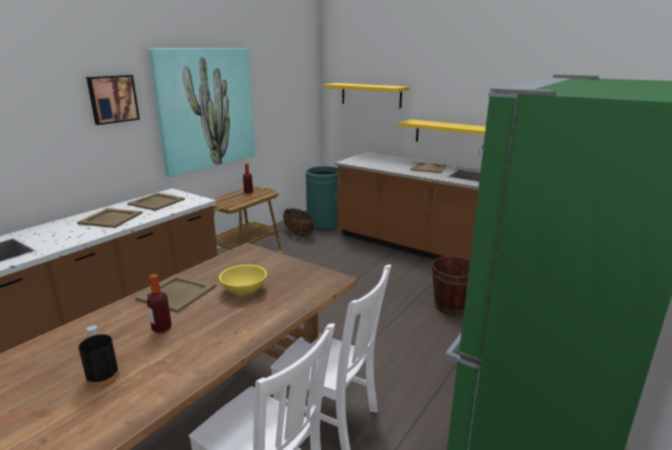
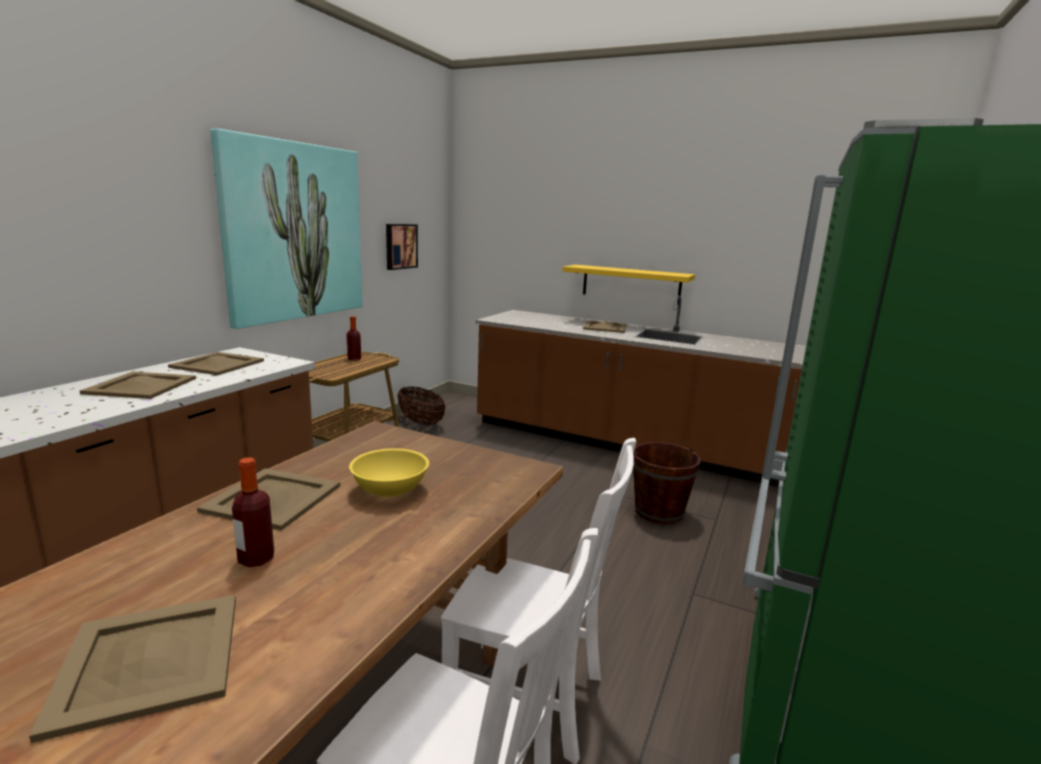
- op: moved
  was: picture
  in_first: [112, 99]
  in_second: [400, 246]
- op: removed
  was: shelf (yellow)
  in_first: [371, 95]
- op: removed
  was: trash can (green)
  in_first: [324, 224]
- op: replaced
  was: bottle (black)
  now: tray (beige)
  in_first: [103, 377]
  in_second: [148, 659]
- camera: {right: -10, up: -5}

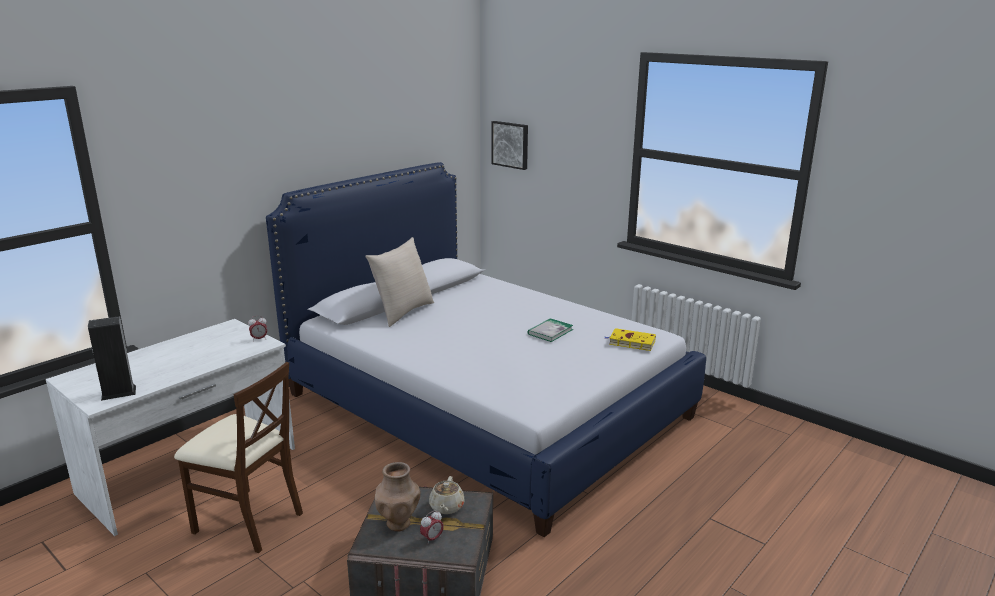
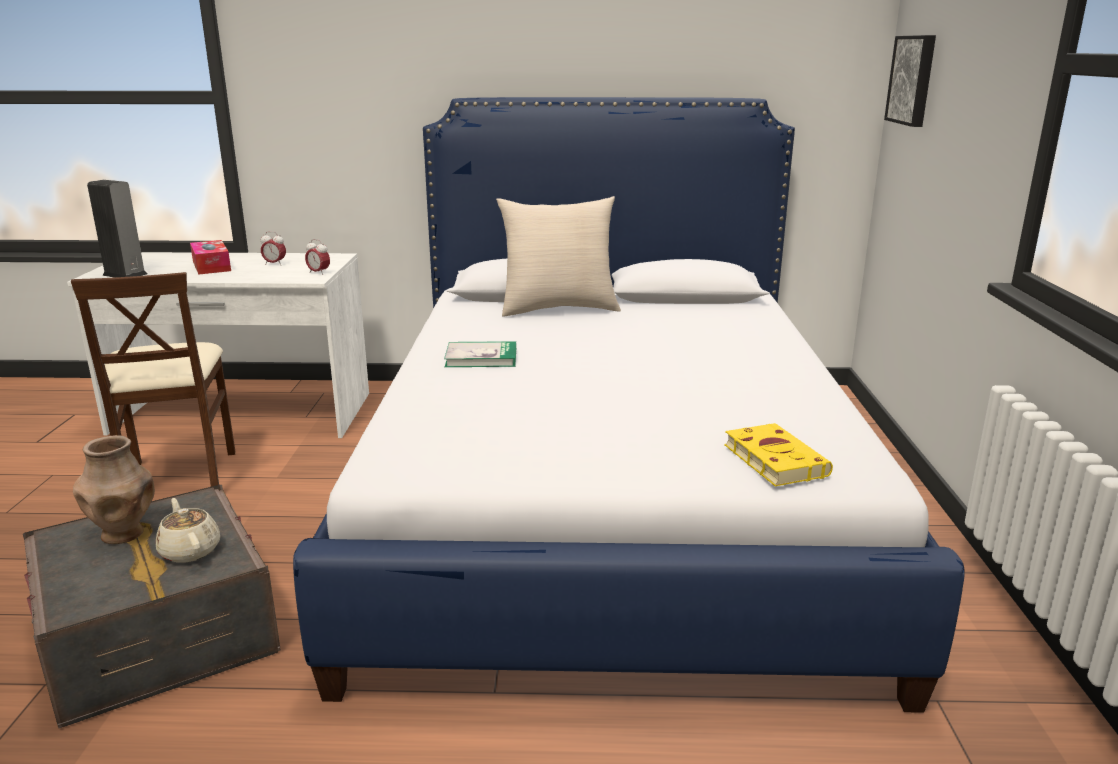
- op: moved
  was: book
  in_first: [550, 332]
  in_second: [481, 358]
- op: turned
  was: teapot (beige)
  in_first: [446, 507]
  in_second: [190, 550]
  clockwise: 90
- op: moved
  was: alarm clock
  in_first: [432, 539]
  in_second: [274, 264]
- op: added
  now: tissue box
  in_second: [211, 266]
- camera: {right: 50, up: 0}

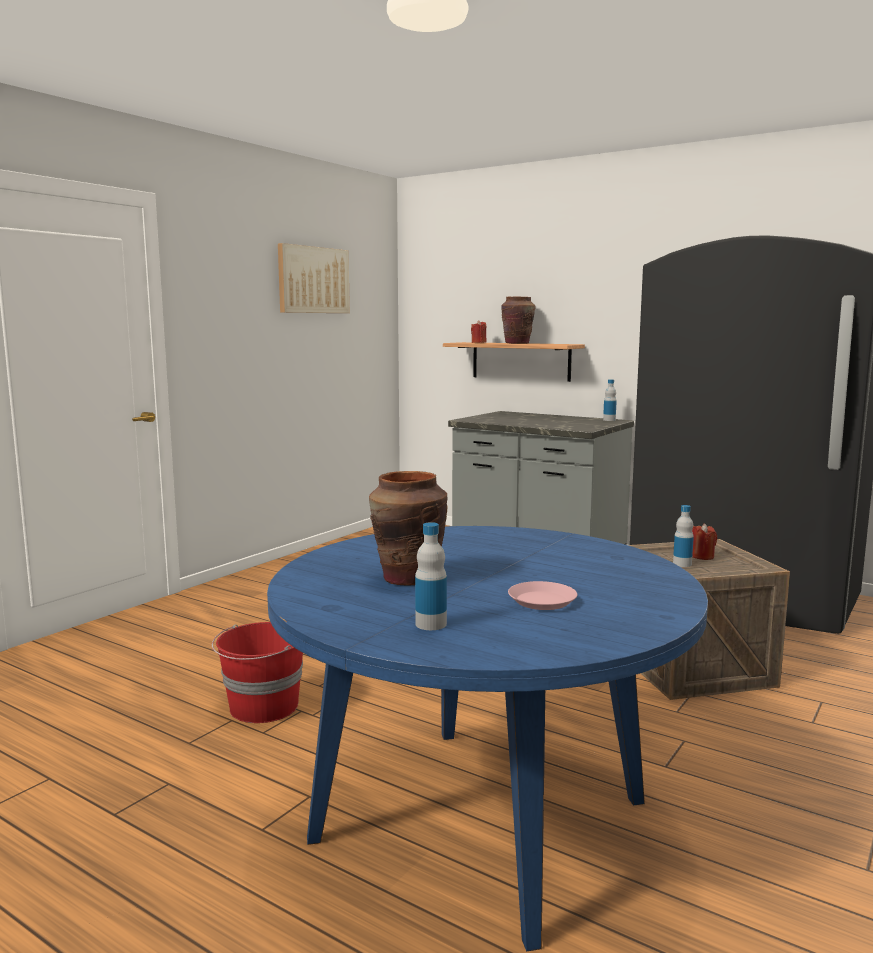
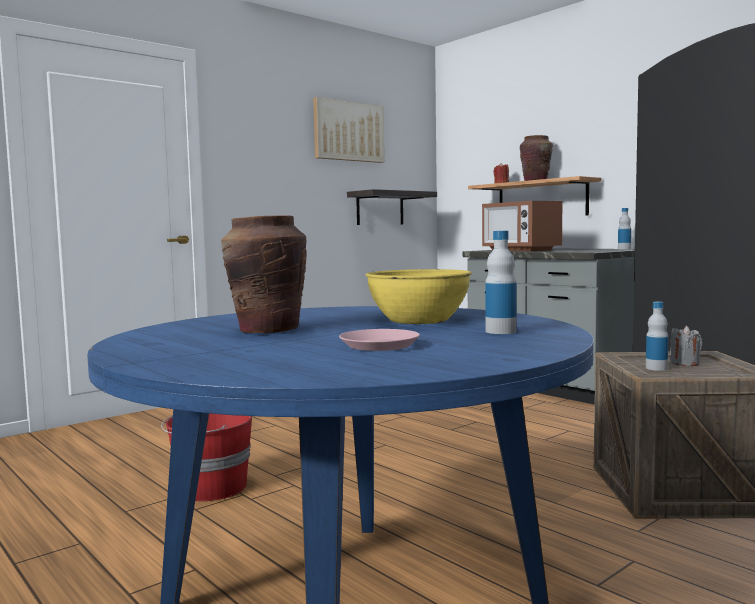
- op: moved
  was: bottle
  in_first: [431, 624]
  in_second: [500, 331]
- op: recoloured
  was: candle (red)
  now: candle (grey)
  in_first: [701, 556]
  in_second: [685, 363]
- op: added
  now: shelf
  in_second: [380, 208]
- op: added
  now: microwave
  in_second: [520, 250]
- op: added
  now: bowl (yellow)
  in_second: [419, 320]
- camera: {right: 15, up: -5}

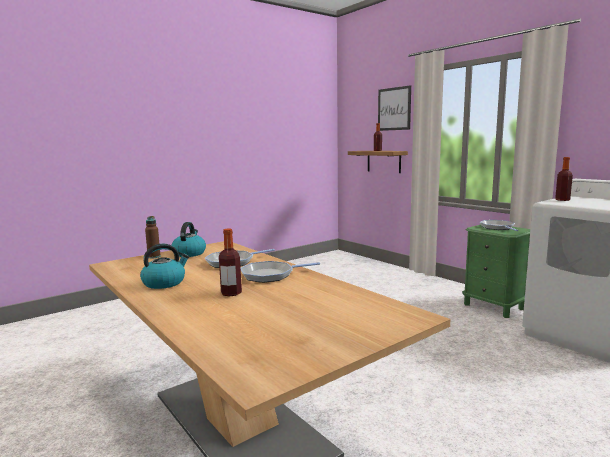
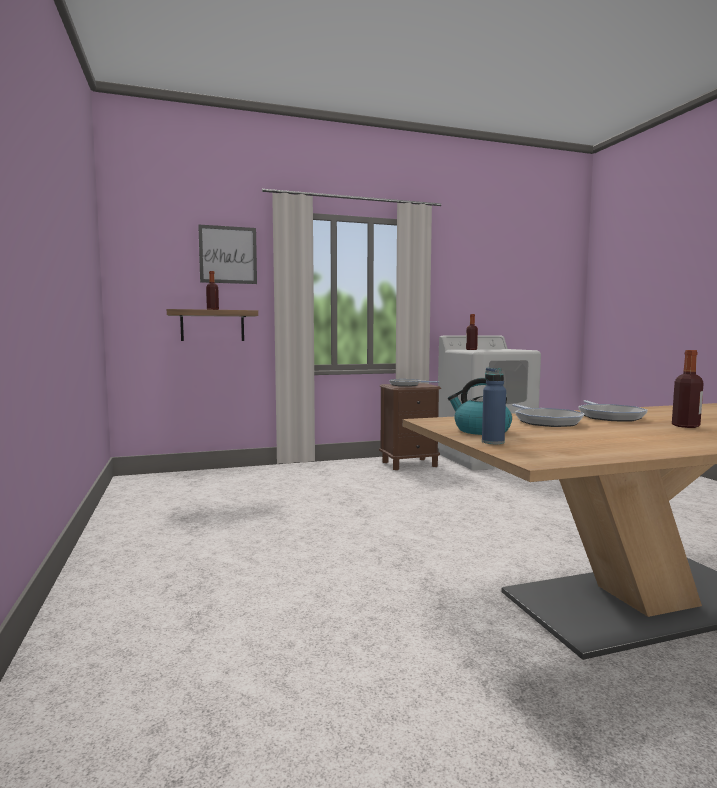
- op: recoloured
  was: bottle (brown)
  now: bottle (blue)
  in_first: [154, 257]
  in_second: [493, 442]
- op: recoloured
  was: nightstand (green)
  now: nightstand (brown)
  in_first: [494, 307]
  in_second: [409, 464]
- op: removed
  was: kettle
  in_first: [164, 283]
- camera: {right: -70, up: -5}

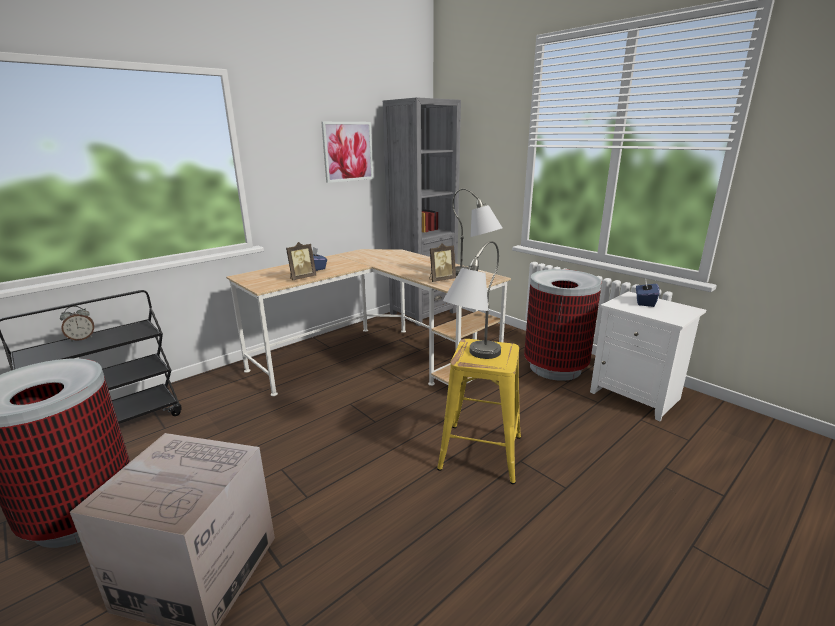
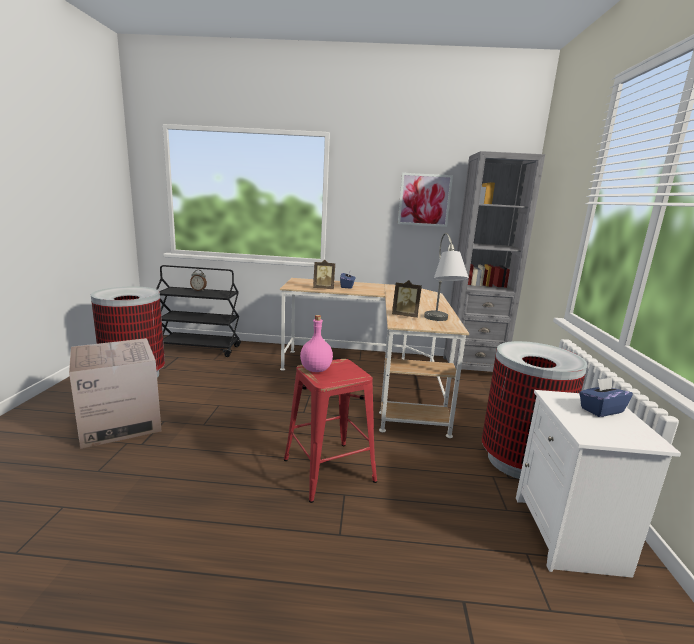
- op: replaced
  was: table lamp (grey)
  now: bottle (pink)
  in_first: [472, 359]
  in_second: [316, 369]
- op: recoloured
  was: stool (yellow)
  now: stool (red)
  in_first: [482, 452]
  in_second: [329, 470]
- camera: {right: 45, up: -5}

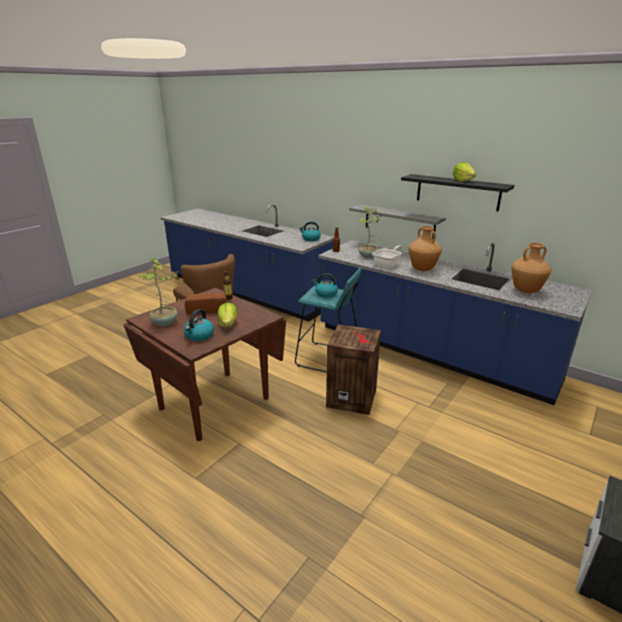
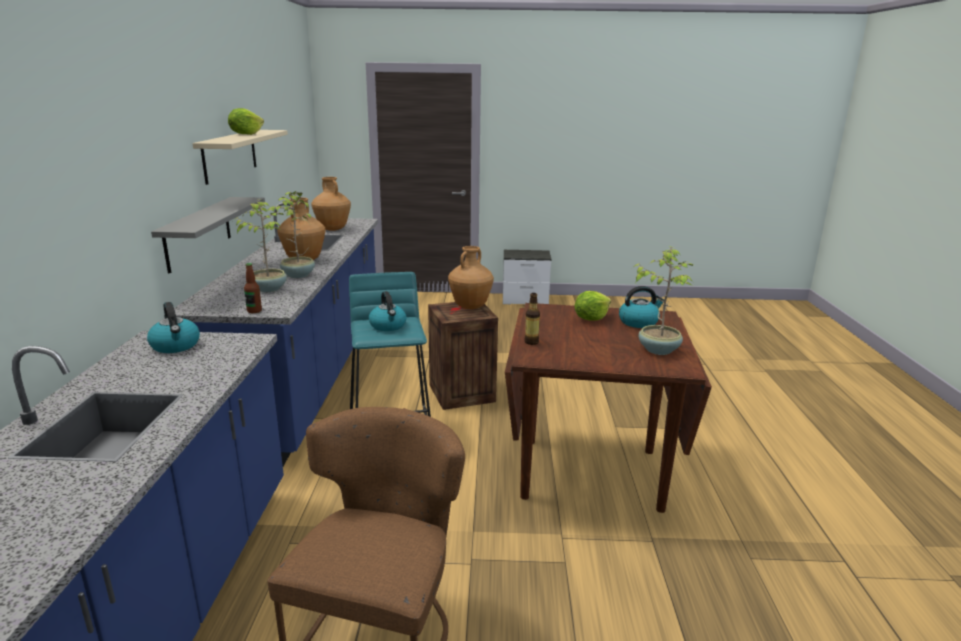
- op: recoloured
  was: shelf (black)
  now: shelf (beige)
  in_first: [457, 192]
  in_second: [230, 155]
- op: replaced
  was: frying pan
  now: potted plant
  in_first: [387, 264]
  in_second: [298, 275]
- op: removed
  was: bread
  in_first: [207, 310]
- op: added
  now: vase (brown)
  in_second: [470, 307]
- camera: {right: -125, up: -5}

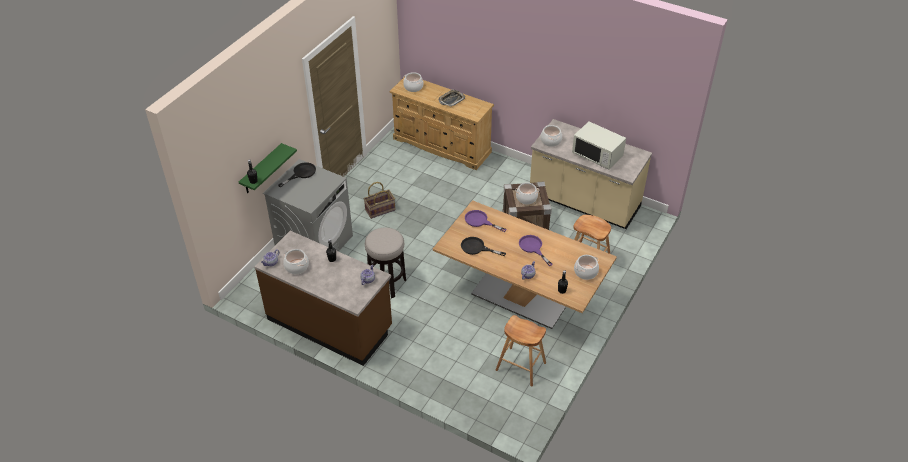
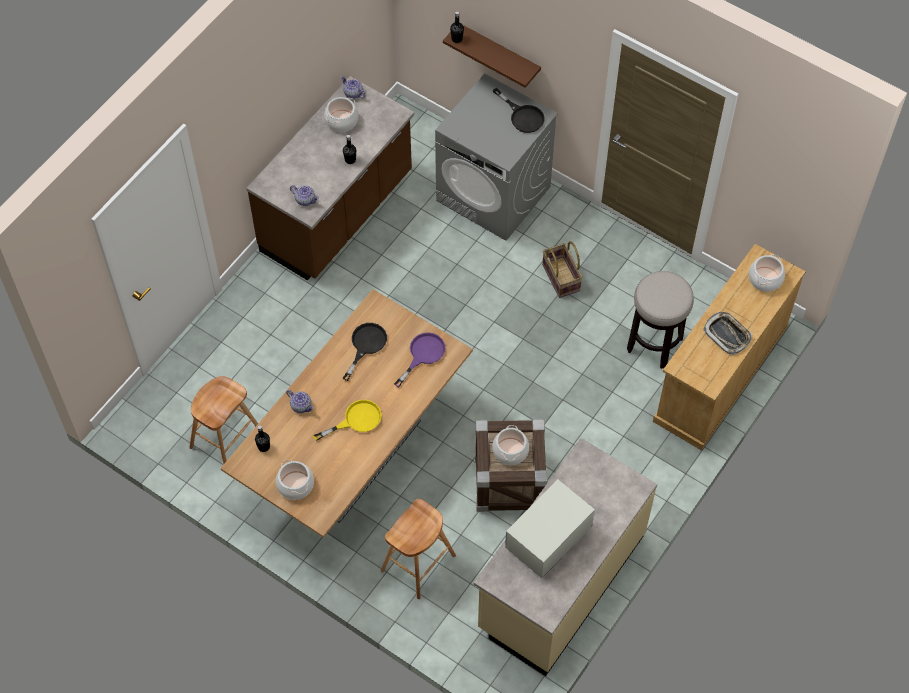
- op: removed
  was: cooking pot
  in_first: [550, 141]
- op: recoloured
  was: shelf (green)
  now: shelf (brown)
  in_first: [261, 170]
  in_second: [499, 54]
- op: moved
  was: stool
  in_first: [387, 284]
  in_second: [654, 344]
- op: recoloured
  was: frying pan (purple)
  now: frying pan (yellow)
  in_first: [533, 248]
  in_second: [356, 420]
- camera: {right: 95, up: 15}

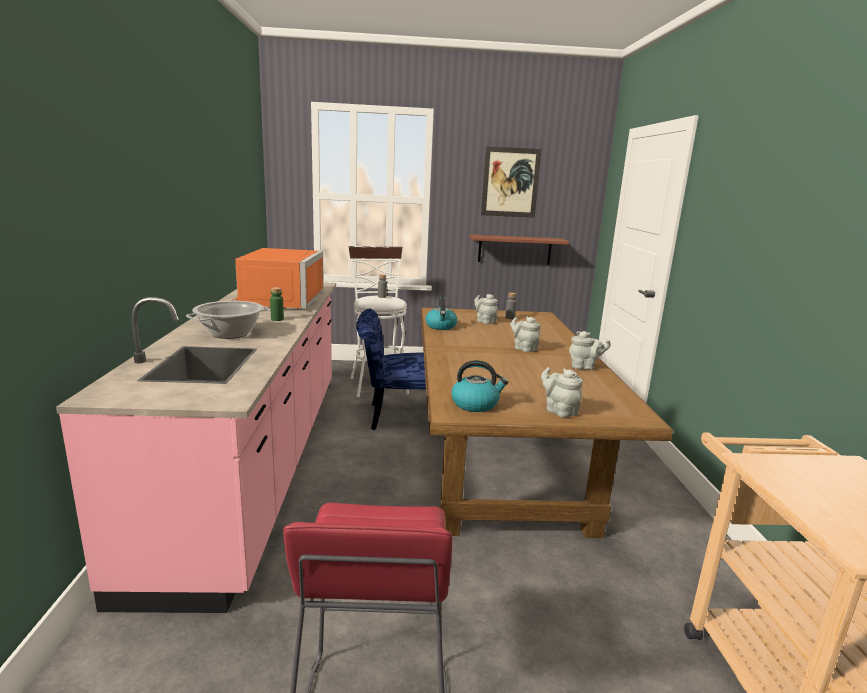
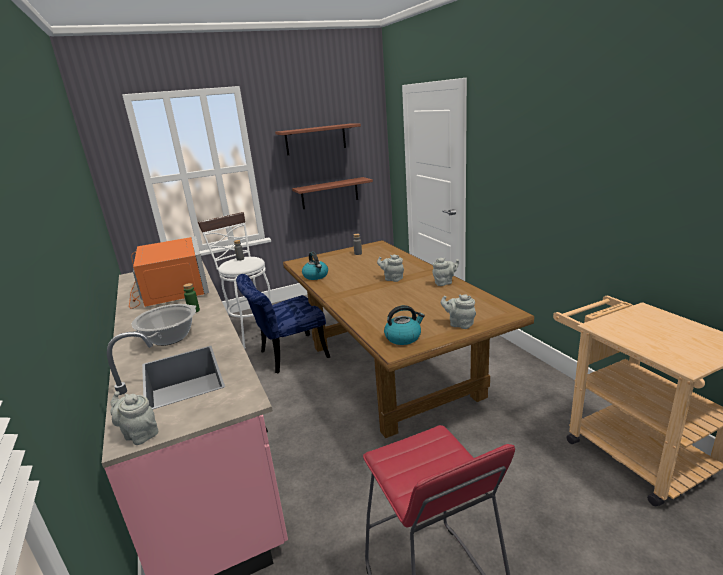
- op: replaced
  was: picture
  now: shelf
  in_first: [510, 182]
  in_second: [315, 139]
- op: moved
  was: teapot (grey)
  in_first: [485, 321]
  in_second: [139, 434]
- camera: {right: -20, up: 5}

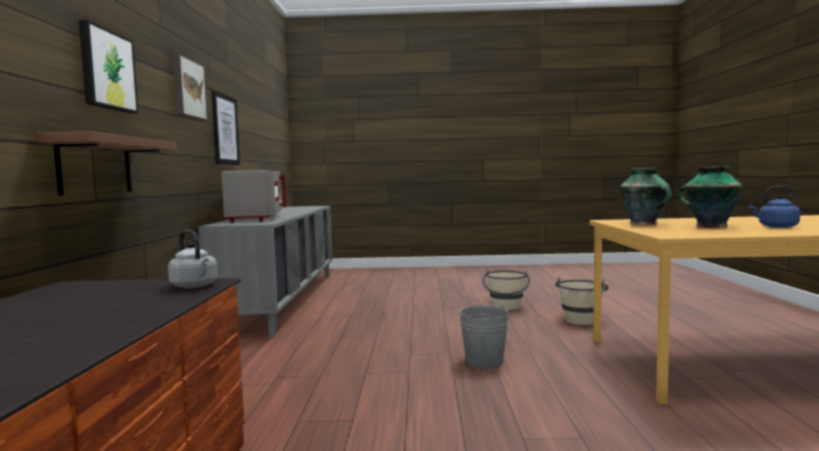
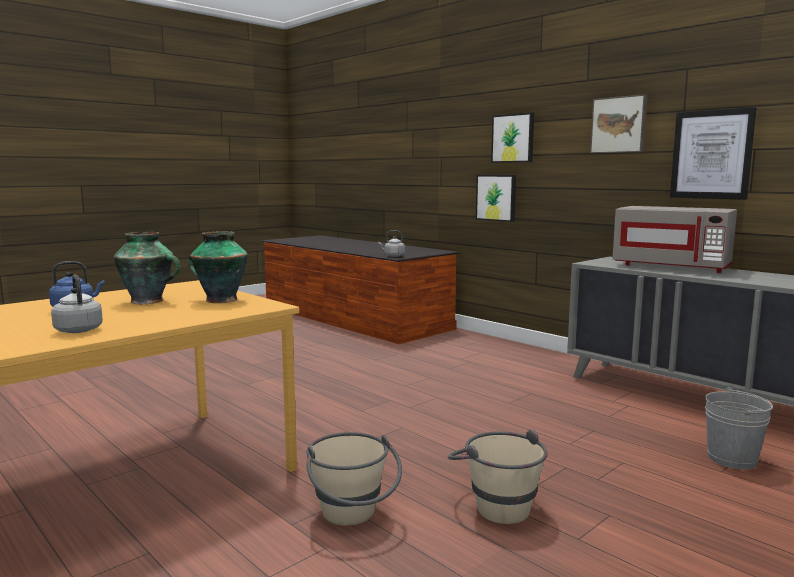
- op: replaced
  was: shelf (brown)
  now: picture
  in_first: [95, 166]
  in_second: [496, 197]
- op: moved
  was: bucket (grey)
  in_first: [484, 361]
  in_second: [732, 459]
- op: added
  now: kettle (grey)
  in_second: [78, 330]
- camera: {right: 135, up: 5}

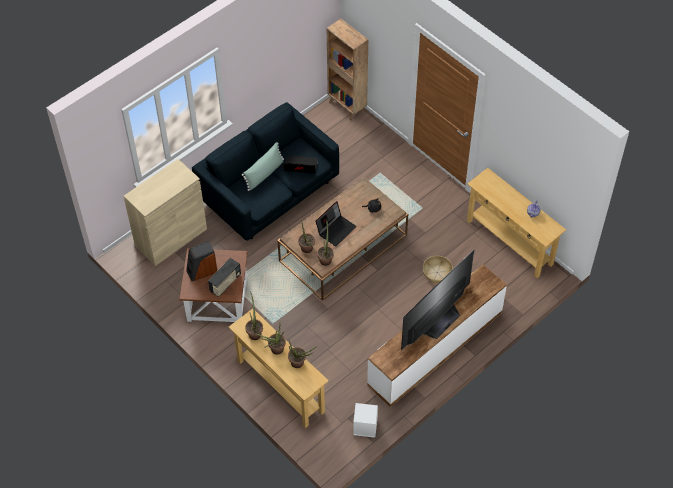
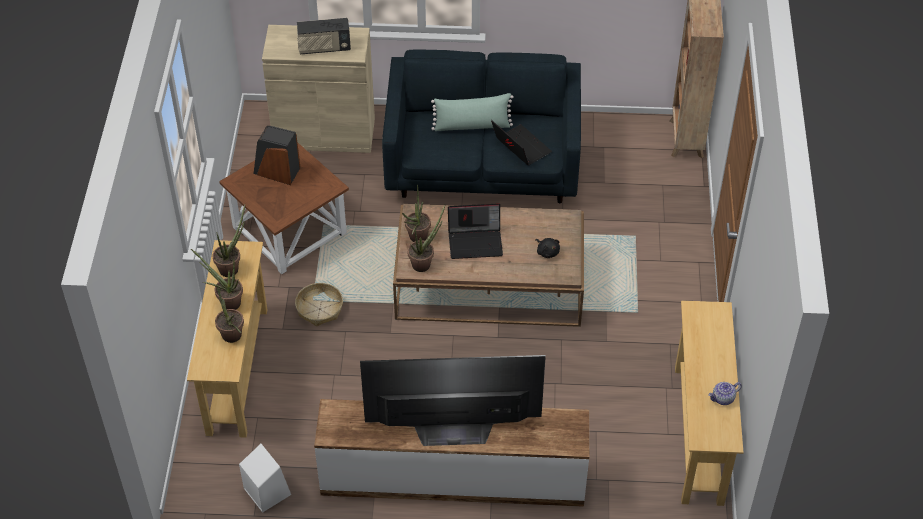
- op: moved
  was: basket
  in_first: [437, 272]
  in_second: [319, 309]
- op: moved
  was: radio
  in_first: [225, 283]
  in_second: [324, 48]
- camera: {right: 45, up: -5}

